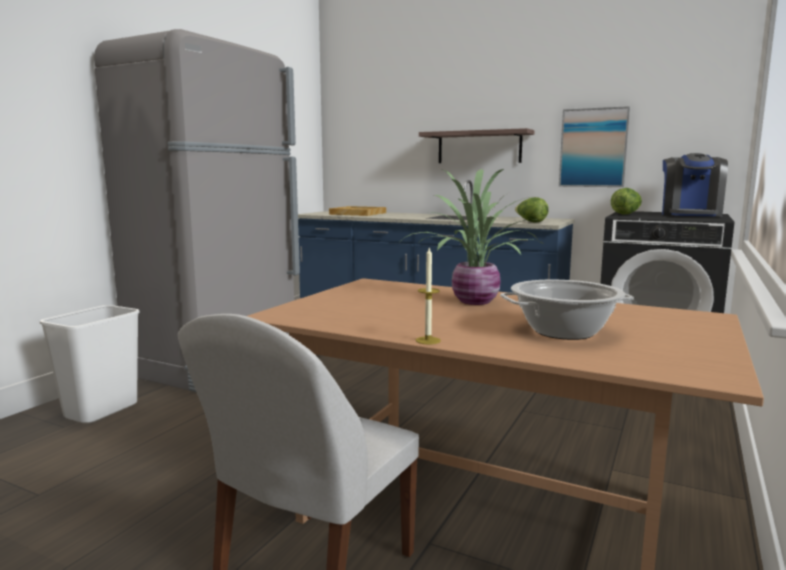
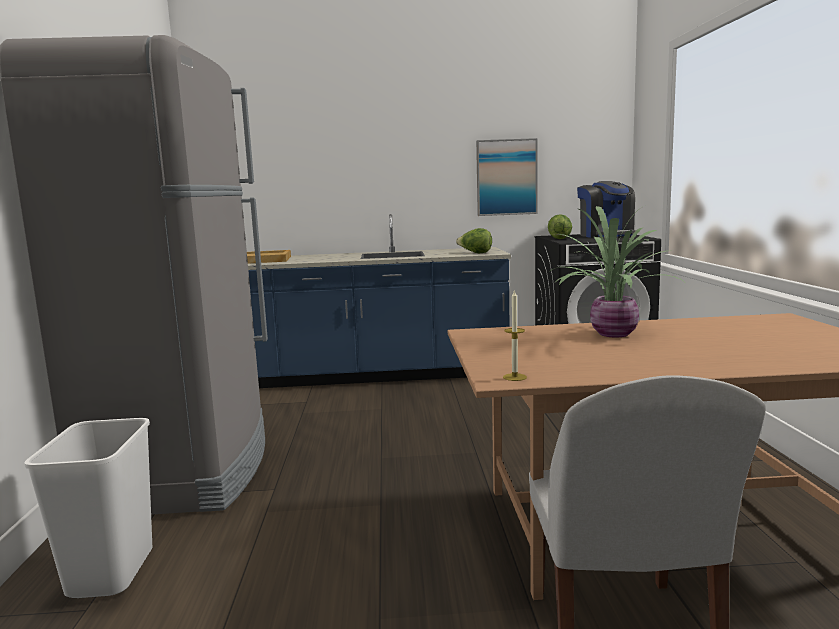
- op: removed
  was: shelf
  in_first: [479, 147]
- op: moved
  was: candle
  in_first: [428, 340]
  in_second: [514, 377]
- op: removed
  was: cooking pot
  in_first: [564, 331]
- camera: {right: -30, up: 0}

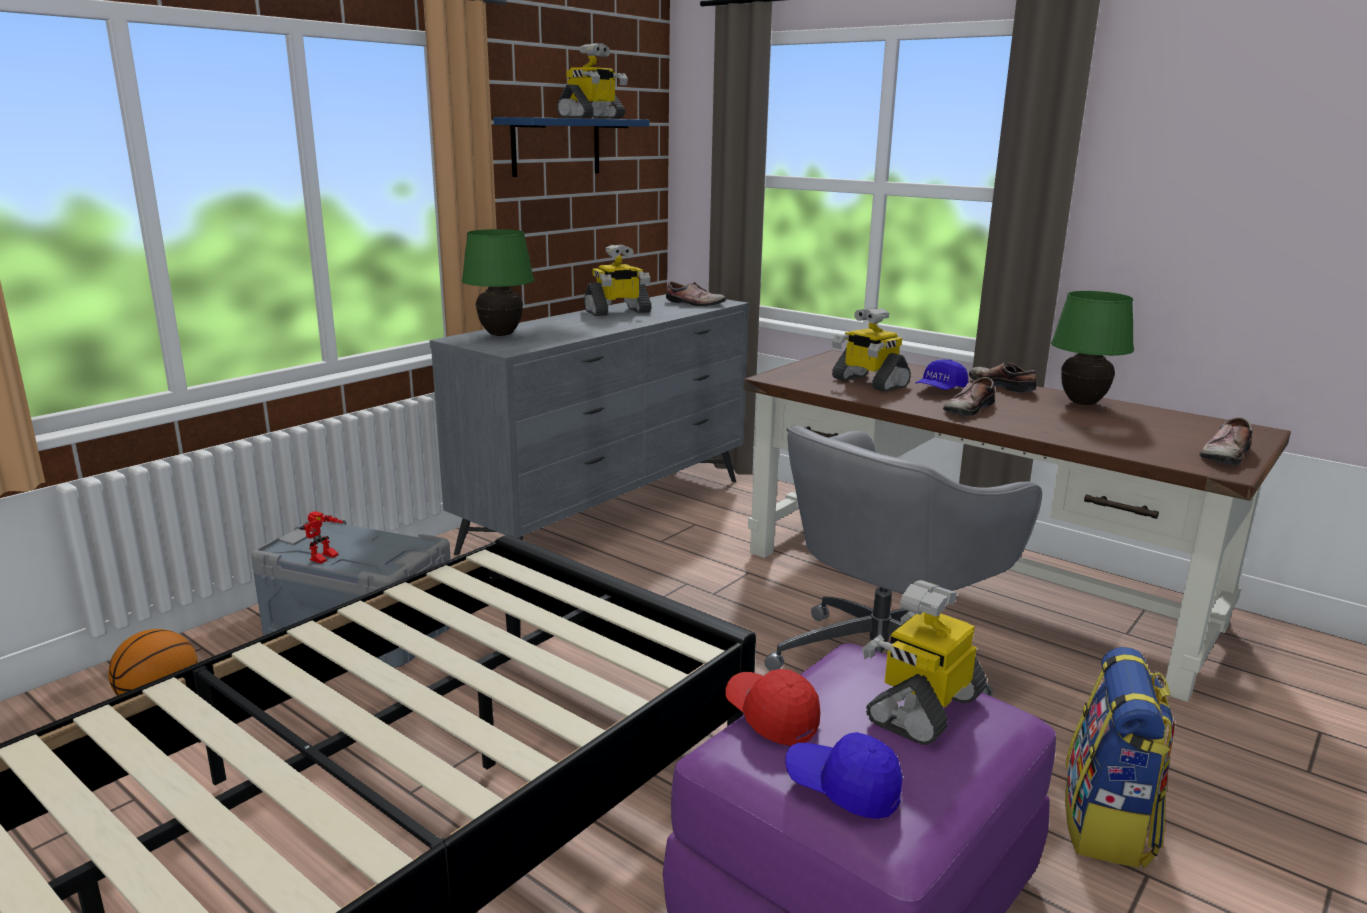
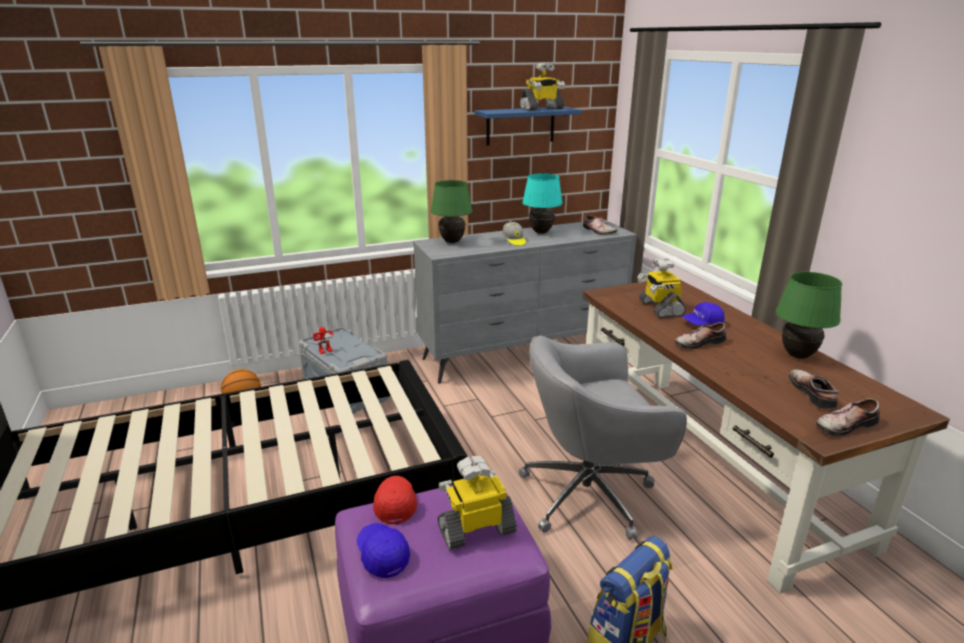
- op: replaced
  was: toy robot
  now: table lamp (turquoise)
  in_first: [617, 312]
  in_second: [541, 232]
- op: moved
  was: shoe
  in_first: [1003, 386]
  in_second: [814, 393]
- op: added
  now: cap
  in_second: [514, 241]
- camera: {right: 30, up: 5}

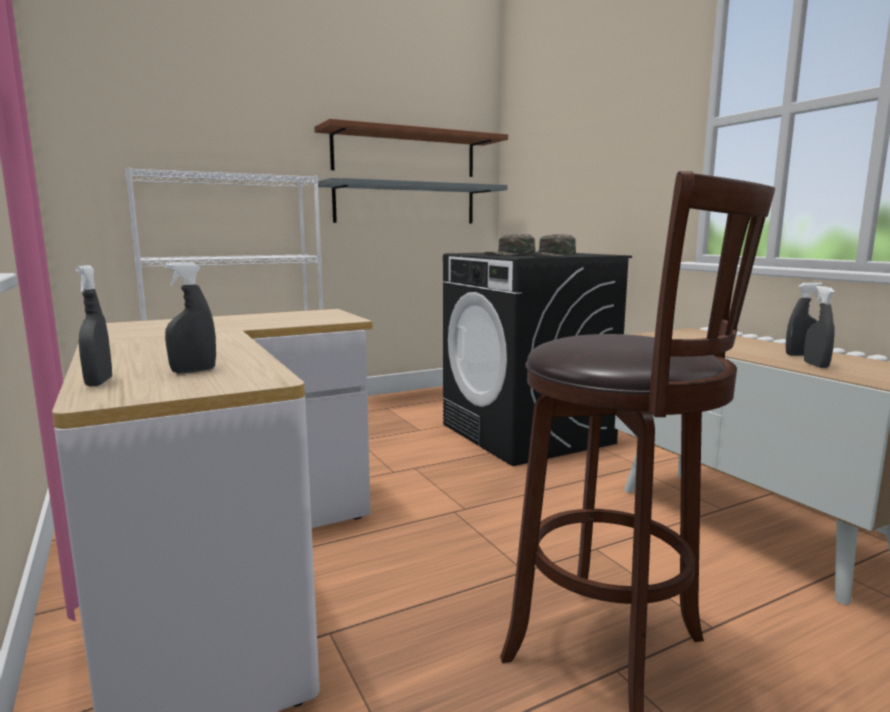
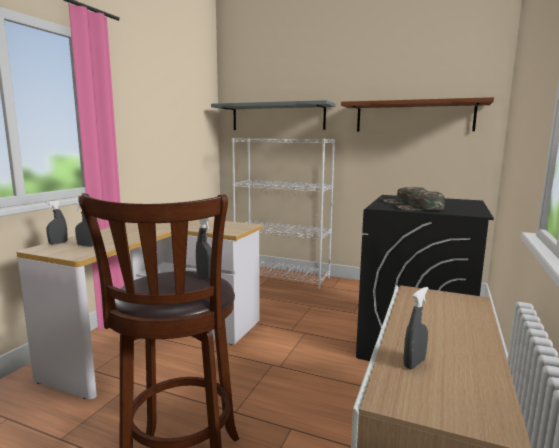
- op: moved
  was: shelf (grey)
  in_first: [406, 204]
  in_second: [277, 117]
- op: moved
  was: spray bottle (grey)
  in_first: [800, 355]
  in_second: [205, 277]
- camera: {right: 50, up: 0}

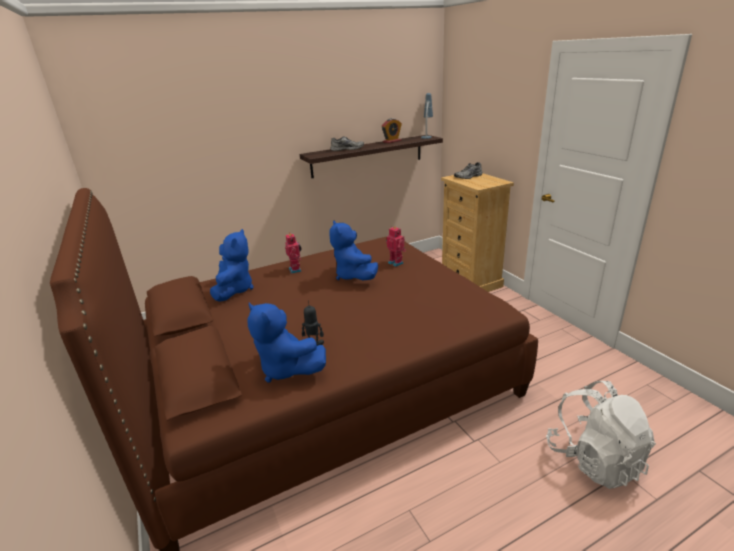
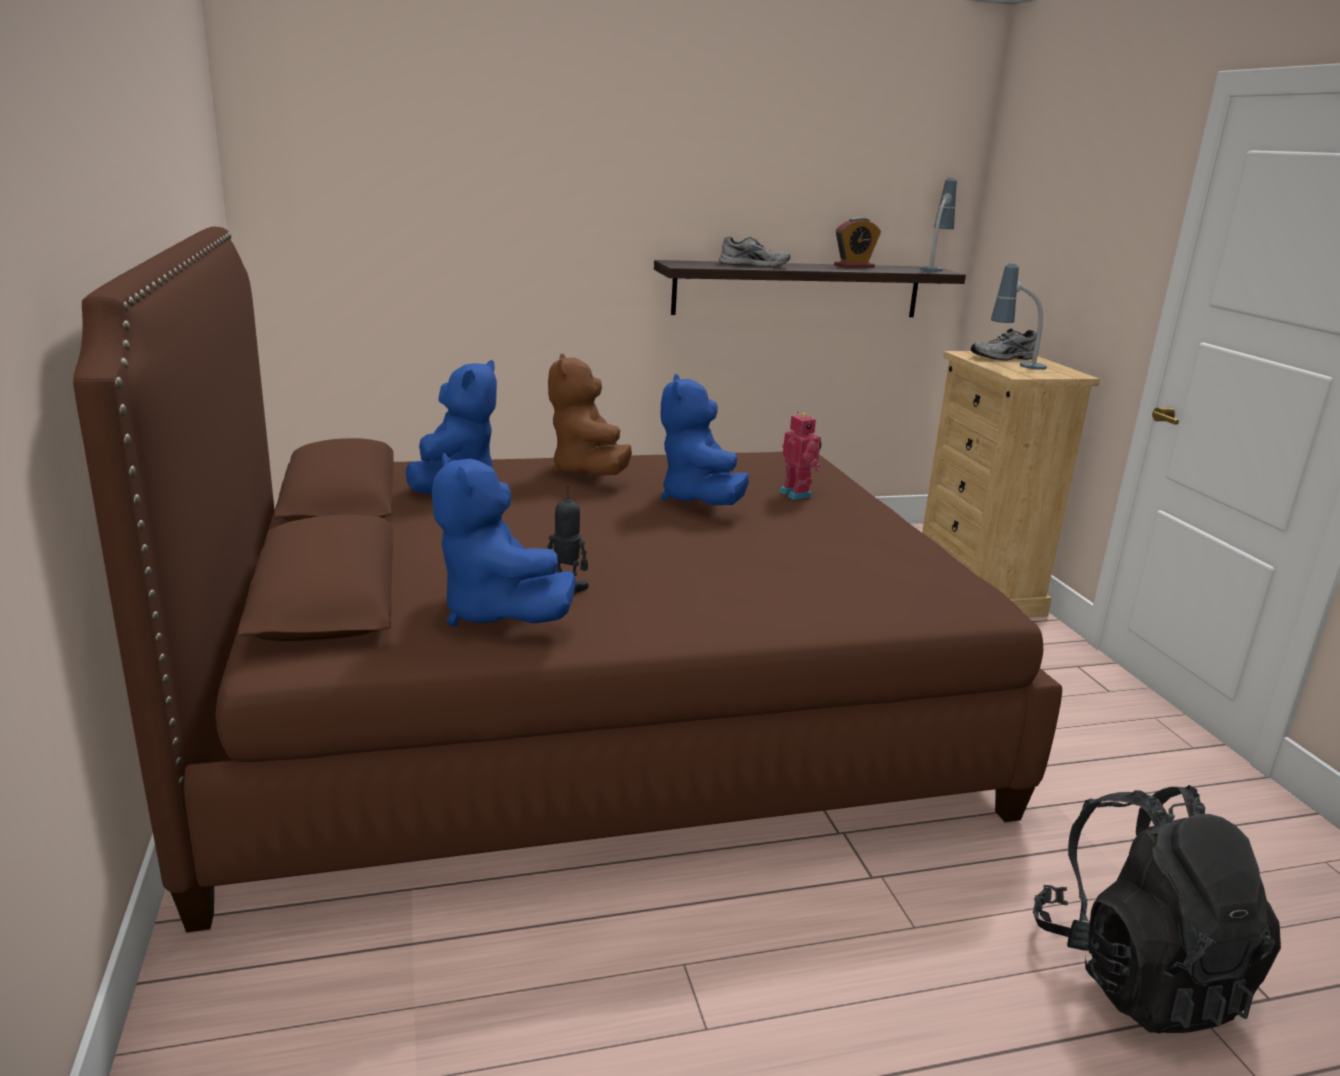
- op: replaced
  was: toy robot
  now: plush toy (brown)
  in_first: [296, 270]
  in_second: [588, 472]
- op: recoloured
  was: backpack (white)
  now: backpack (black)
  in_first: [594, 459]
  in_second: [1137, 973]
- op: added
  now: table lamp
  in_second: [1014, 365]
- camera: {right: 10, up: -5}

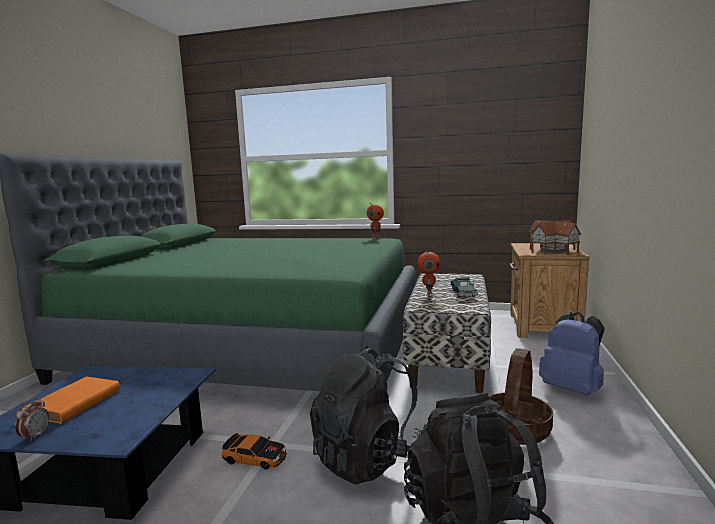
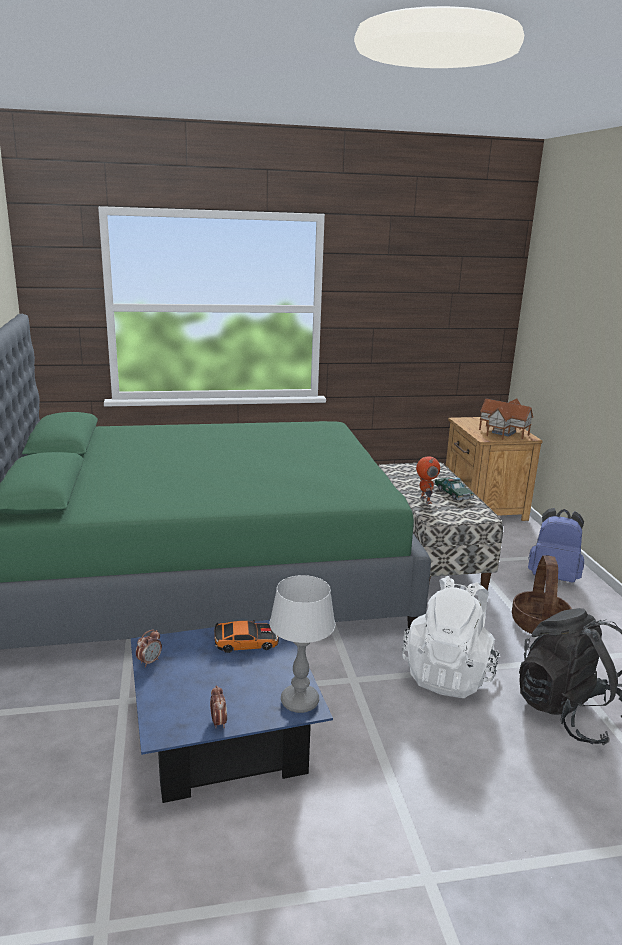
- op: removed
  was: toy robot
  in_first: [375, 237]
- op: recoloured
  was: backpack (black)
  now: backpack (white)
  in_first: [368, 458]
  in_second: [449, 674]
- op: removed
  was: book (orange)
  in_first: [73, 404]
- op: moved
  was: toy car
  in_first: [255, 456]
  in_second: [246, 641]
- op: added
  now: table lamp
  in_second: [299, 702]
- op: added
  now: alarm clock
  in_second: [149, 661]
- camera: {right: -25, up: 10}

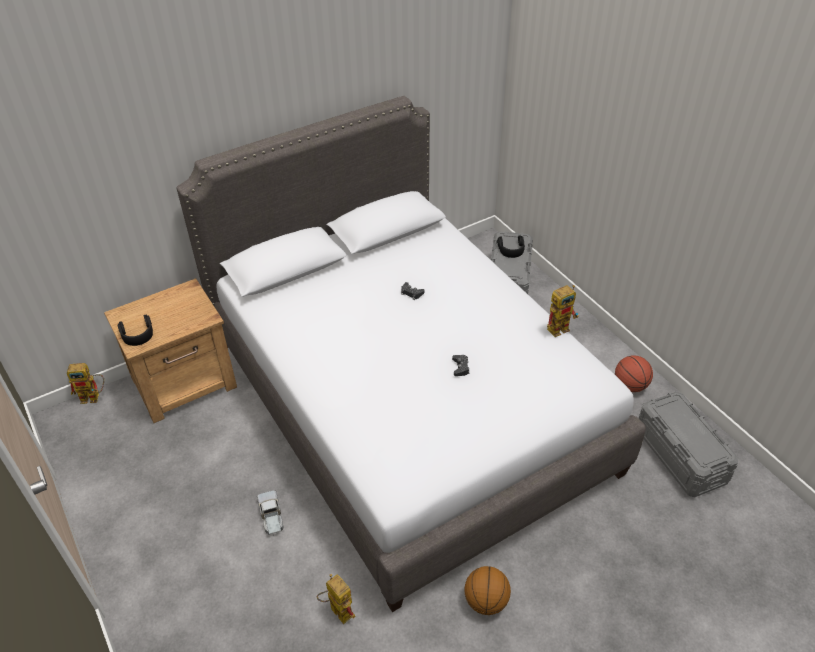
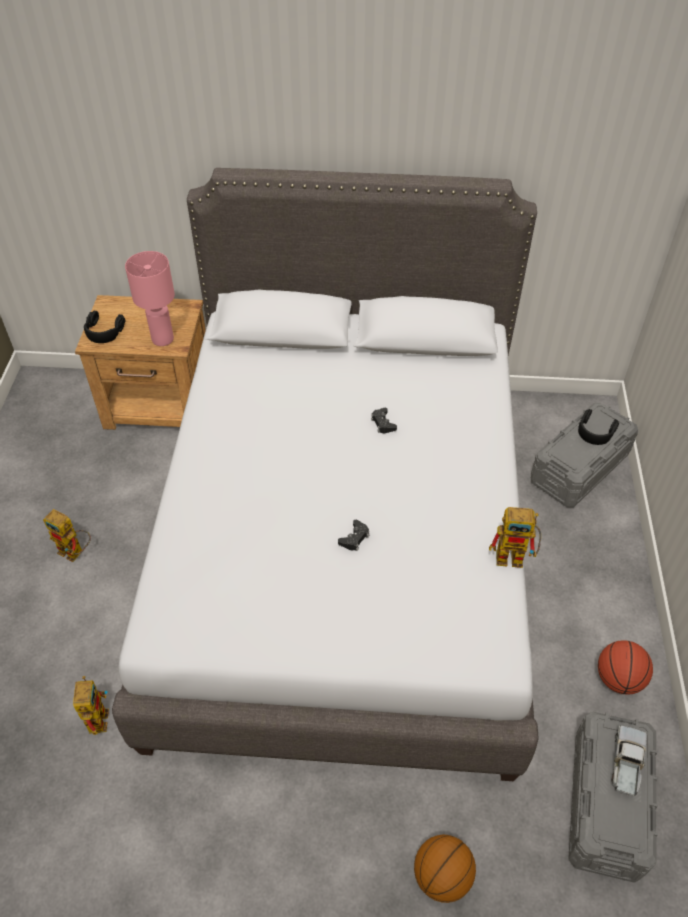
- op: moved
  was: toy robot
  in_first: [94, 396]
  in_second: [75, 552]
- op: moved
  was: toy truck
  in_first: [271, 516]
  in_second: [626, 764]
- op: moved
  was: basketball
  in_first: [486, 601]
  in_second: [442, 876]
- op: added
  now: table lamp (pink)
  in_second: [162, 339]
- camera: {right: 35, up: 5}

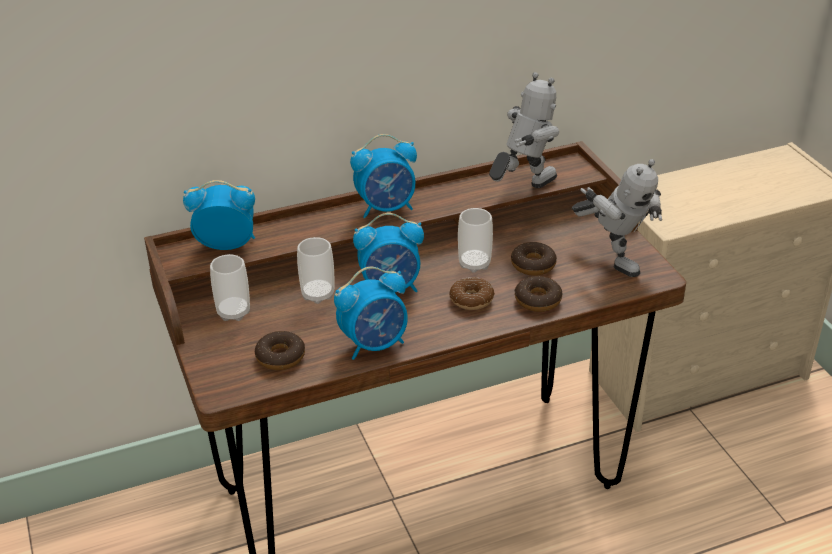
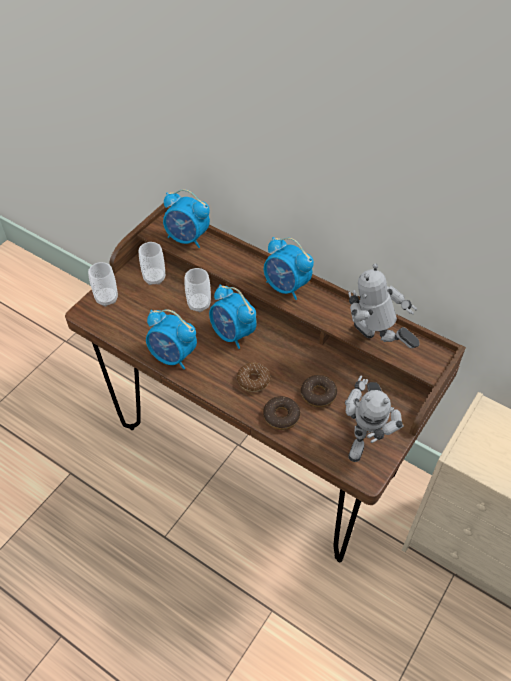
- op: turned
  was: toy robot
  in_first: [523, 188]
  in_second: [375, 344]
  clockwise: -150
- op: turned
  was: alarm clock
  in_first: [226, 245]
  in_second: [187, 238]
  clockwise: 150
- op: moved
  was: cup
  in_first: [474, 264]
  in_second: [106, 299]
- op: removed
  was: donut
  in_first: [280, 357]
- camera: {right: 55, up: 15}

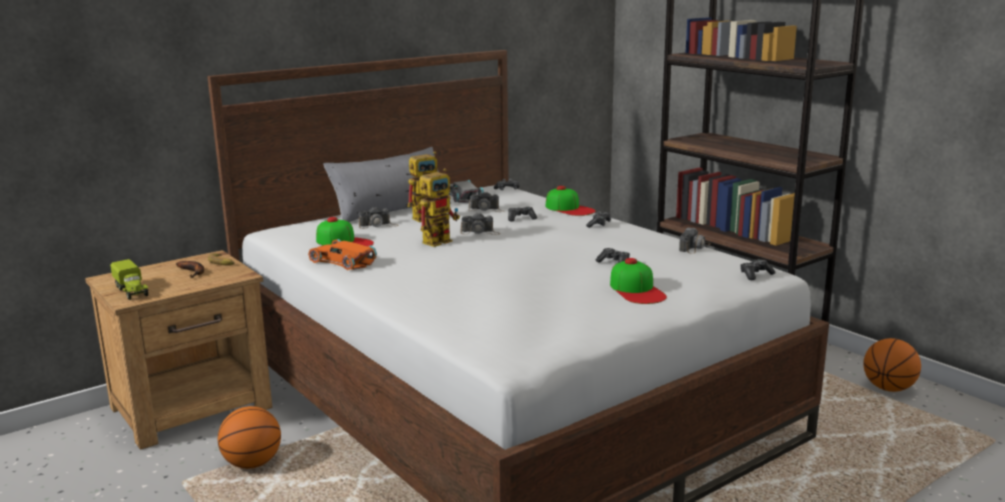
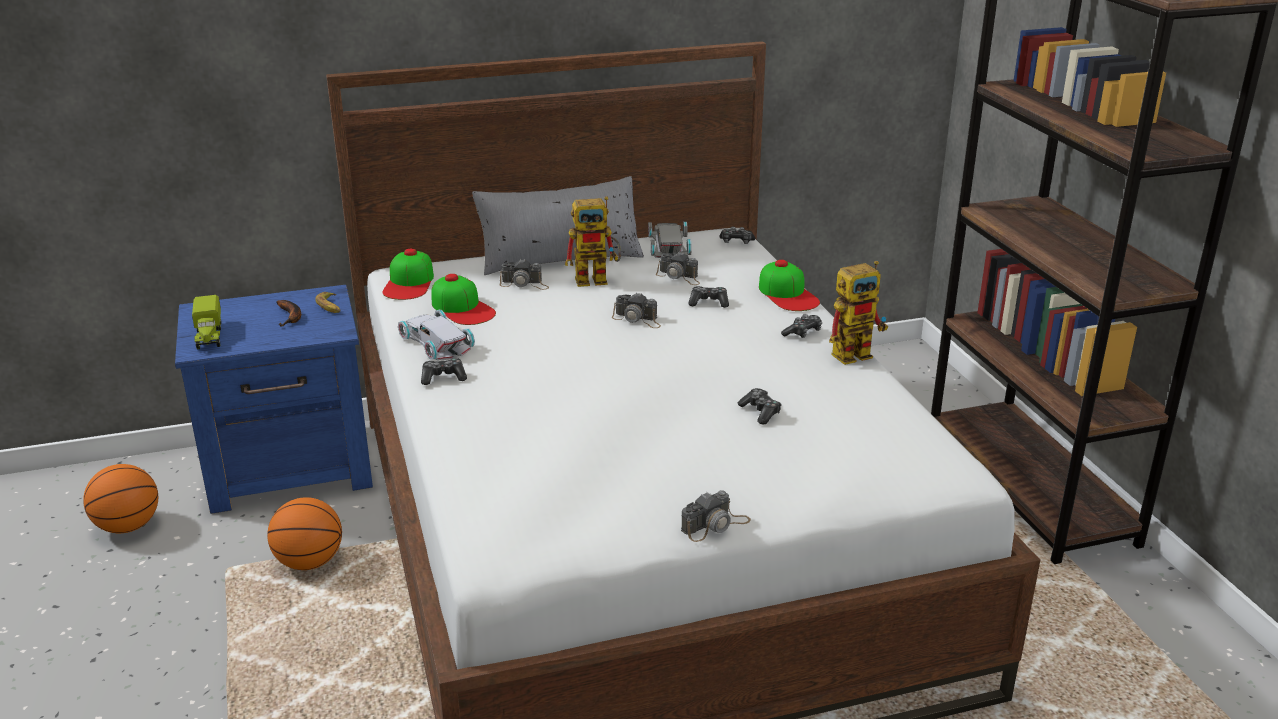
- op: moved
  was: toy robot
  in_first: [440, 240]
  in_second: [857, 352]
- op: moved
  was: photo camera
  in_first: [694, 247]
  in_second: [715, 525]
- op: recoloured
  was: toy car (orange)
  now: toy car (white)
  in_first: [343, 260]
  in_second: [437, 341]
- op: recoloured
  was: nightstand (brown)
  now: nightstand (blue)
  in_first: [194, 408]
  in_second: [292, 468]
- op: moved
  was: cap
  in_first: [637, 290]
  in_second: [409, 283]
- op: moved
  was: game controller
  in_first: [755, 275]
  in_second: [443, 377]
- op: moved
  was: basketball
  in_first: [888, 388]
  in_second: [128, 526]
- camera: {right: 20, up: 10}

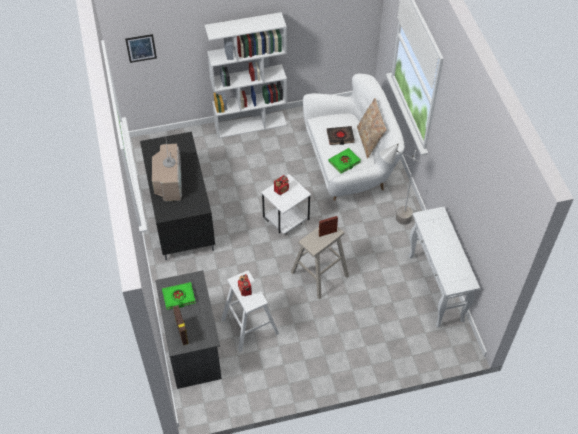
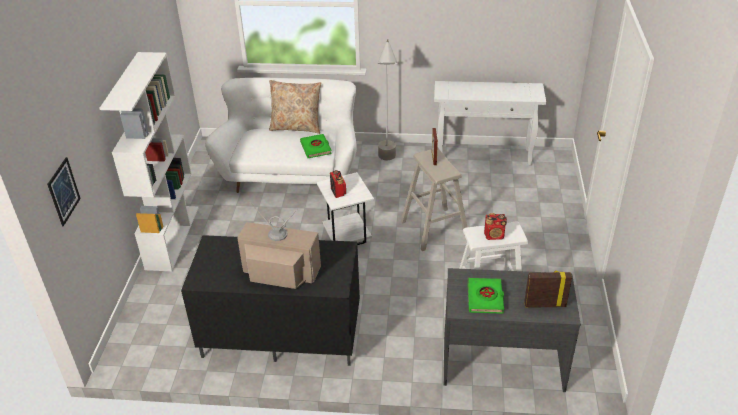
- op: removed
  was: book (black)
  in_first: [340, 137]
- camera: {right: -70, up: -15}

